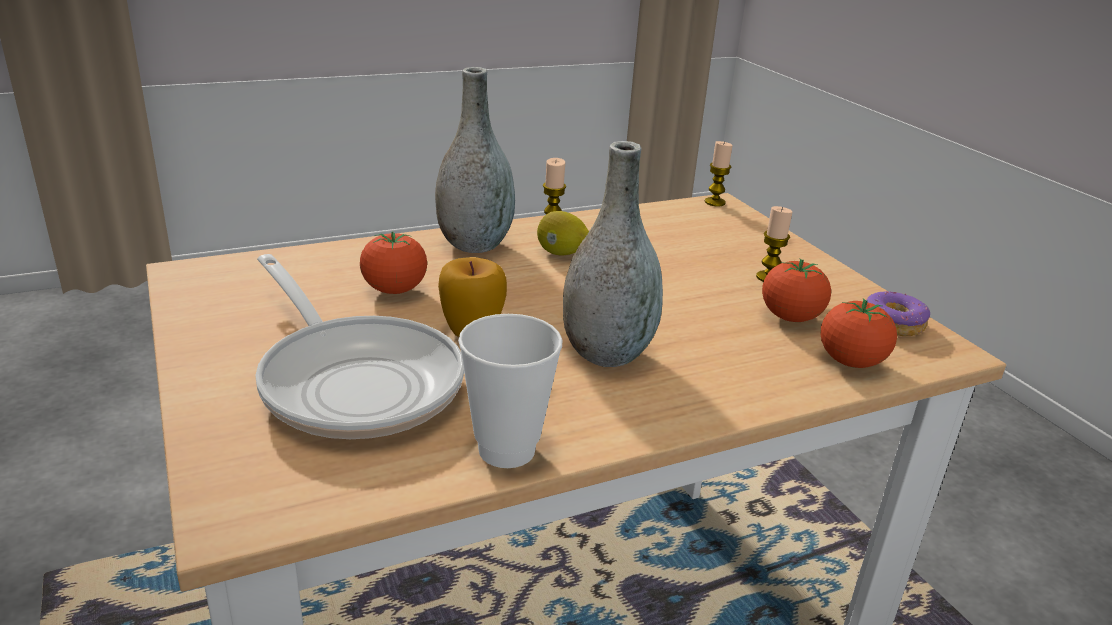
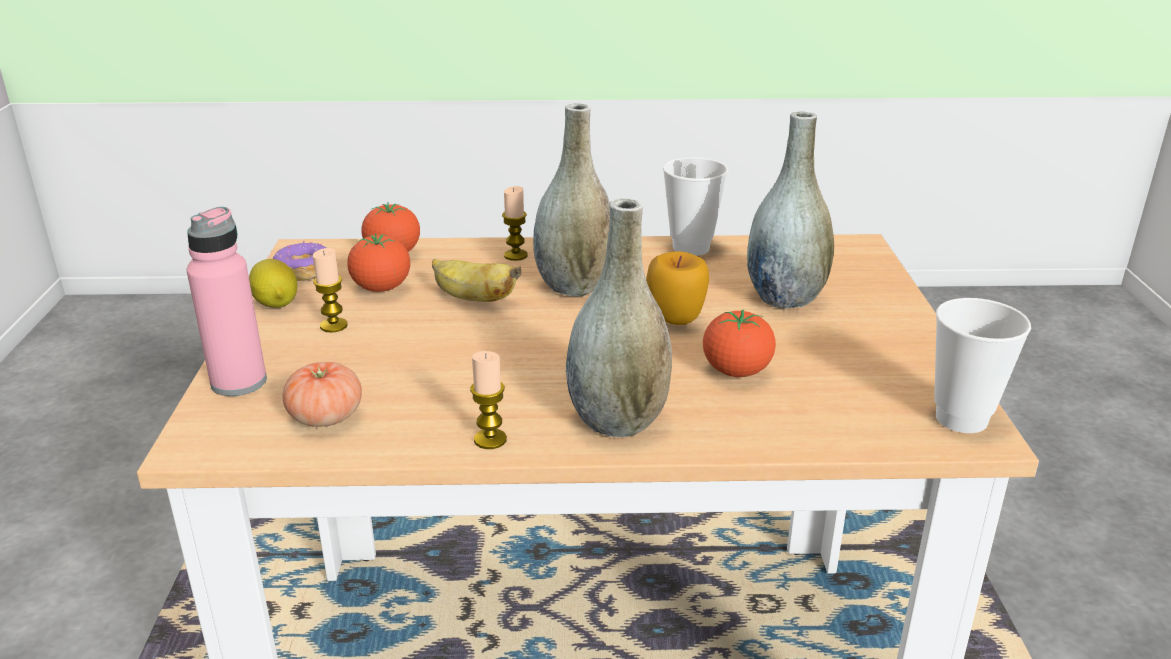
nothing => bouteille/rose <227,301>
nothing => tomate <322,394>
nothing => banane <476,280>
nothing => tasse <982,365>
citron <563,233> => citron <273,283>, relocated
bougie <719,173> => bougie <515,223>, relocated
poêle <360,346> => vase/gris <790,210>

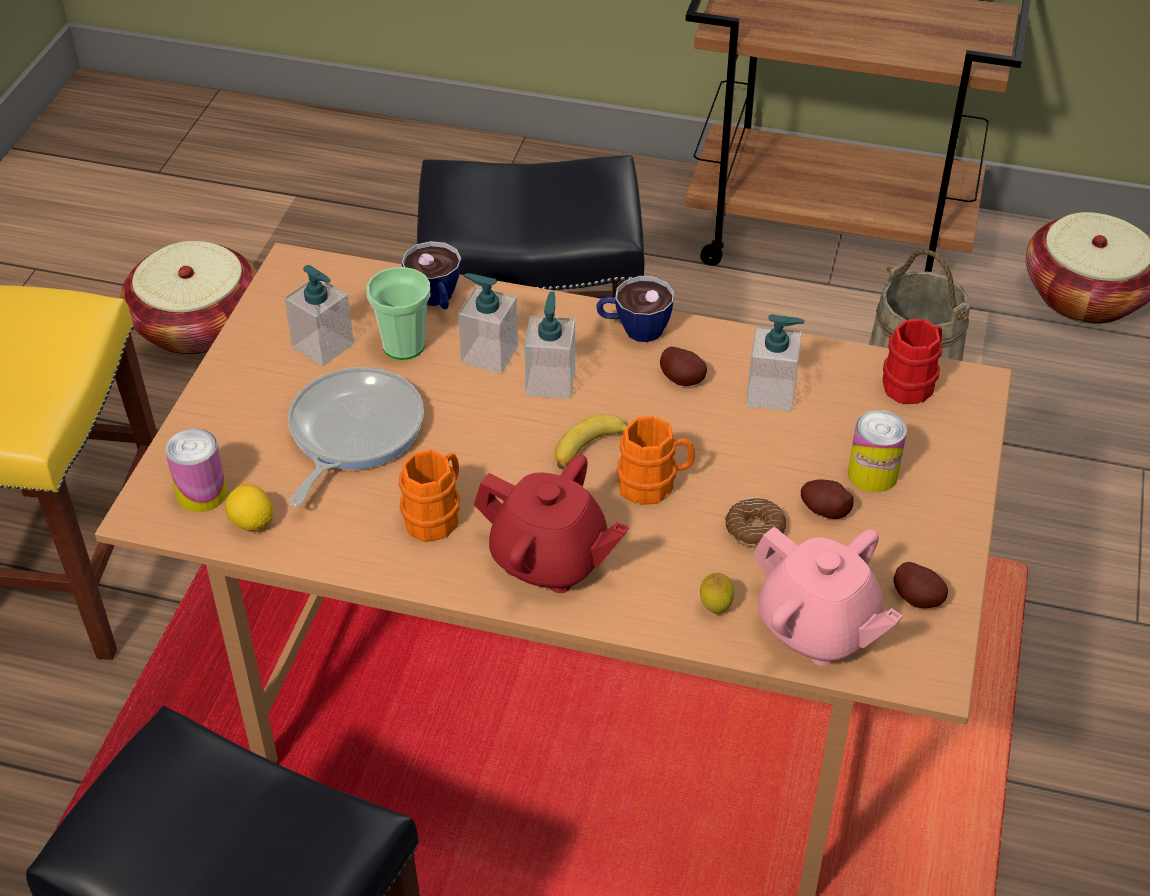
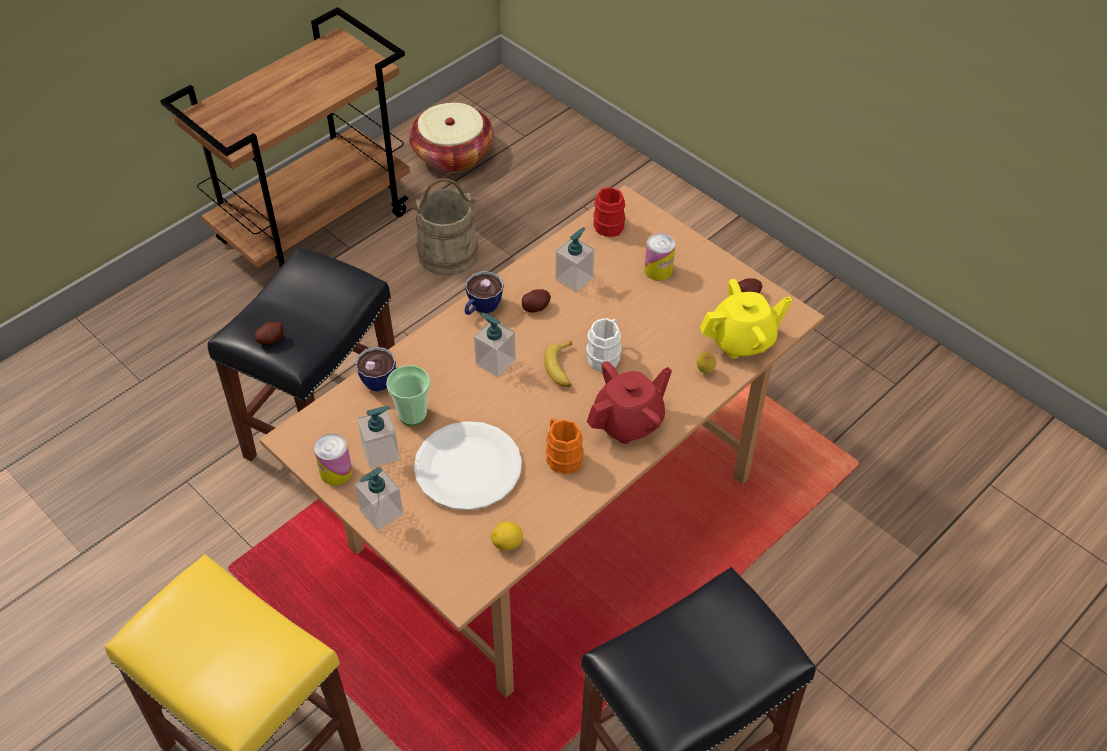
panier <188,298> => nothing
beignet <755,522> => nothing
boîte métallique <196,470> => boîte métallique <333,459>, relocated
distributeur de savon <488,323> => distributeur de savon <379,499>, relocated
pomme de terre <827,499> => pomme de terre <269,333>, relocated
poêle <356,436> => assiette/blanc <468,465>
mug/orange <656,460> => mug/blanc <604,345>
théière/rose <828,596> => théière/jaune <746,319>

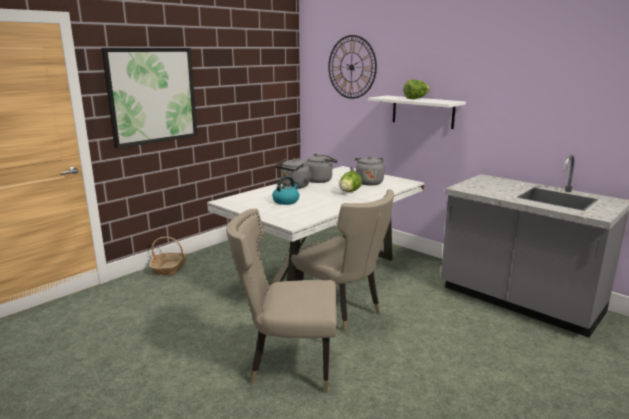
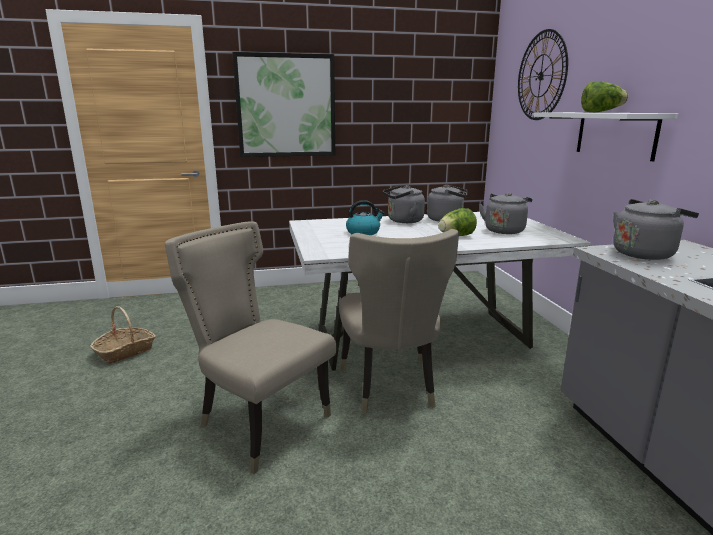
nothing => bouilloire/gris <656,229>
panier <168,256> => panier <123,335>, relocated

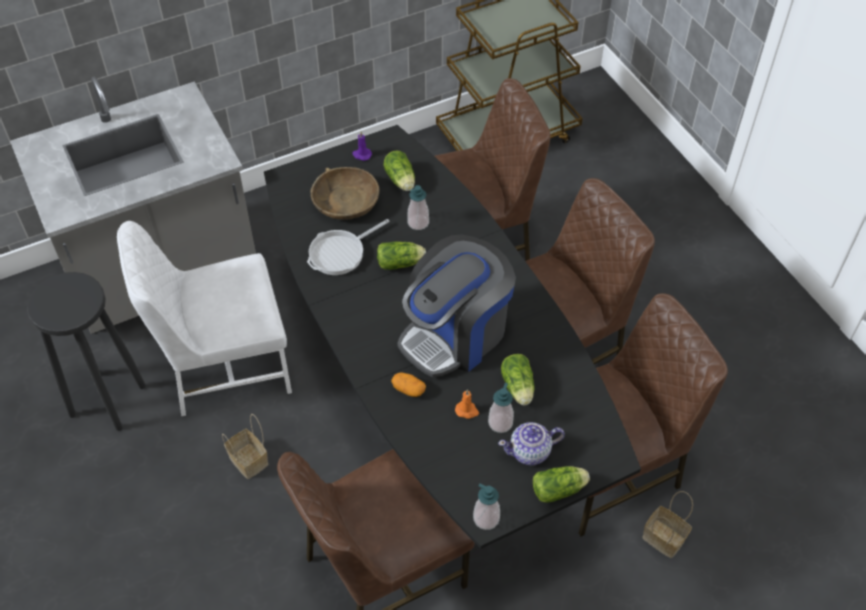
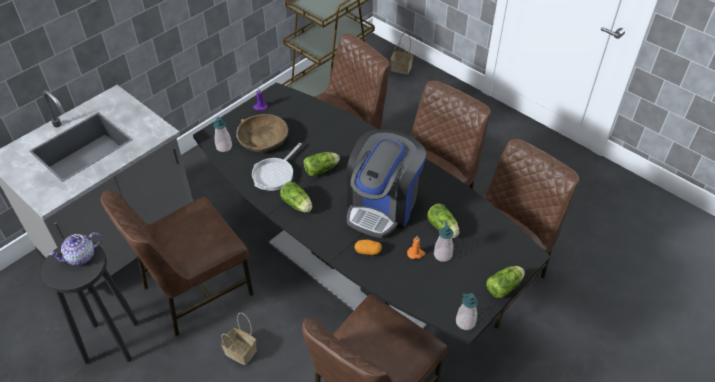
laitue <399,170> => laitue <296,197>, relocated
distributeur de savon <418,207> => distributeur de savon <222,134>, relocated
théière <531,443> => théière <75,249>, relocated
panier <667,524> => panier <401,53>, relocated
chaise/blanc <204,319> => chaise/marron <177,263>

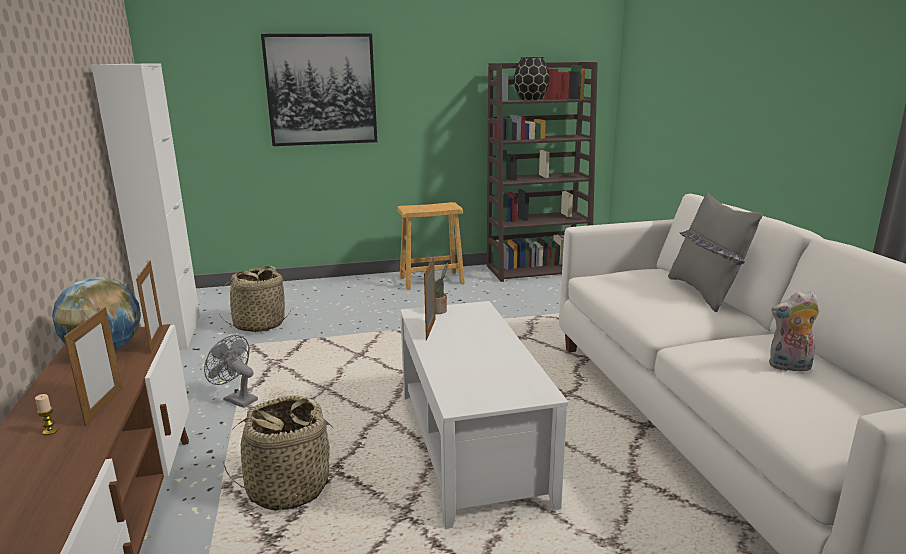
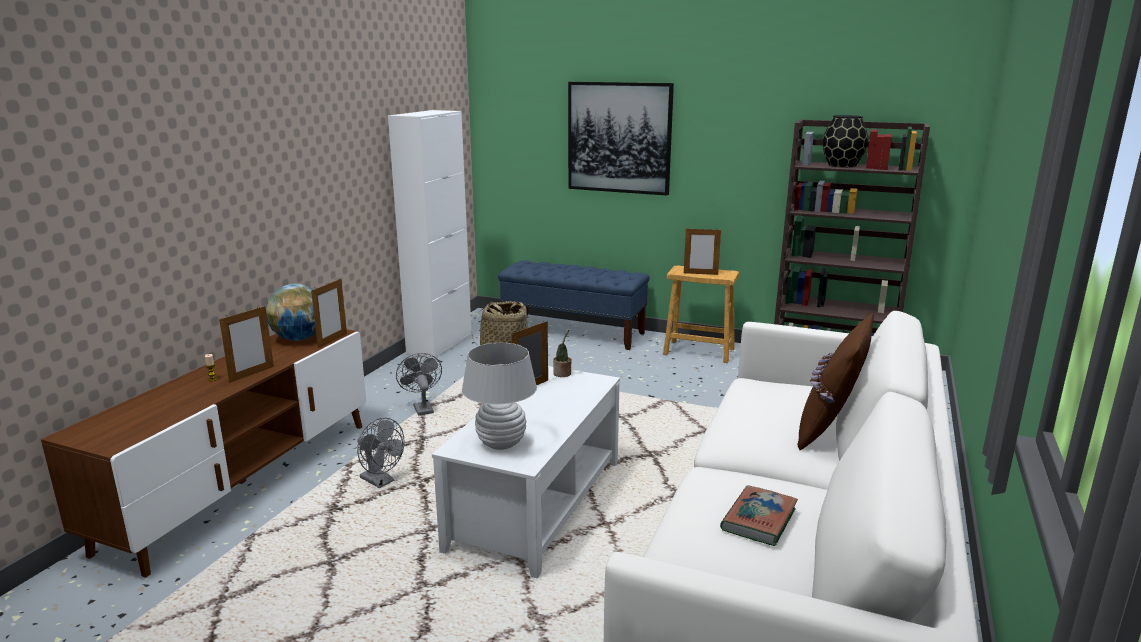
nothing => lampe de table/blanc <499,396>
nothing => banc/bleu <573,305>
nothing => cadre photo <702,251>
panier <282,453> => ventilateur/gris <380,453>
peluche <794,331> => livre <759,515>
coussin/gris <715,252> => coussin/marron <836,381>

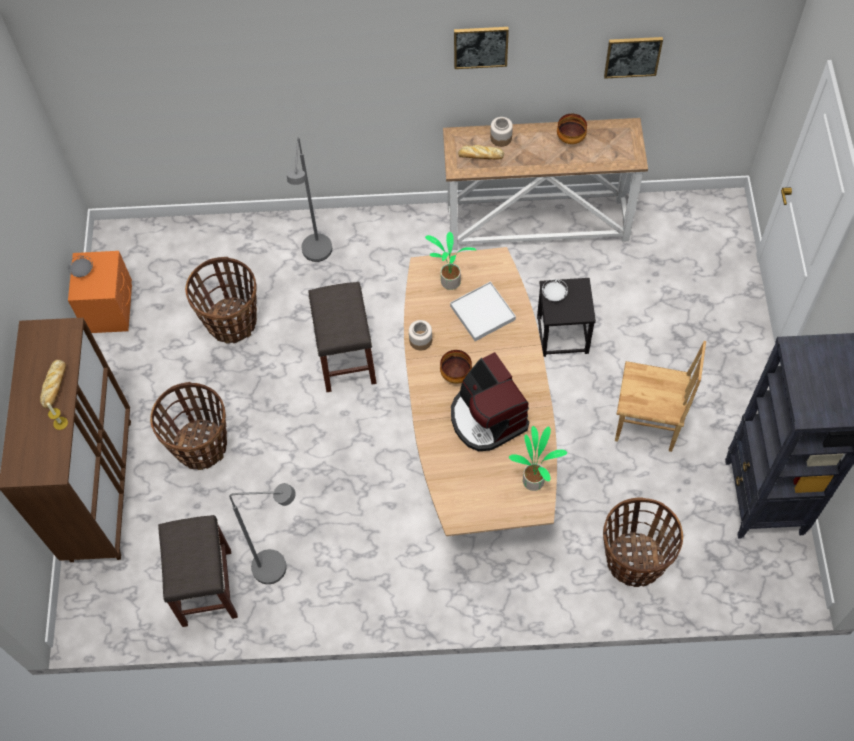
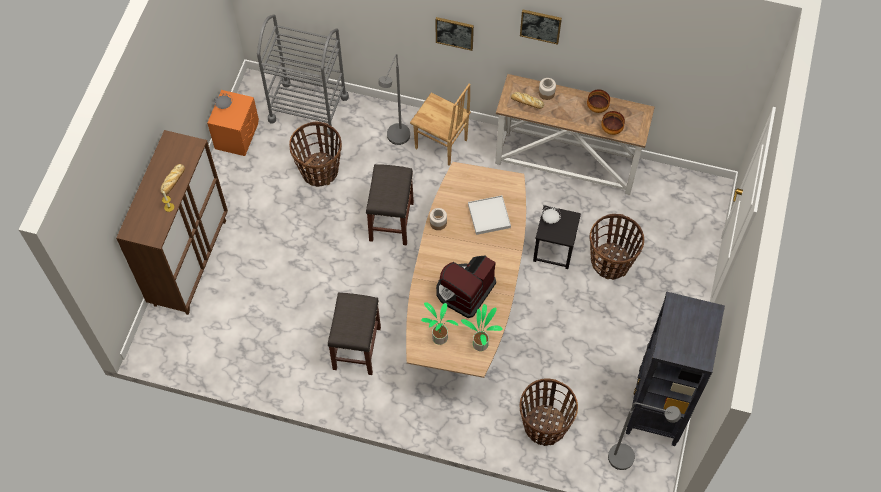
nothing => chariot/gris <303,75>
panier <188,426> => panier <616,247>, relocated
tabouret/gris <198,571> => tabouret/gris <354,333>, relocated
lampadaire/gris <262,533> => lampadaire/gris <644,436>, relocated
plante en pot <450,261> => plante en pot <439,323>, relocated
bol <456,366> => bol <613,123>, relocated
tableau <633,58> => tableau <455,34>, relocated
chaise/marron <660,396> => chaise/marron <440,124>, relocated
machine à café <490,401> => machine à café <466,287>, 45 degrees clockwise

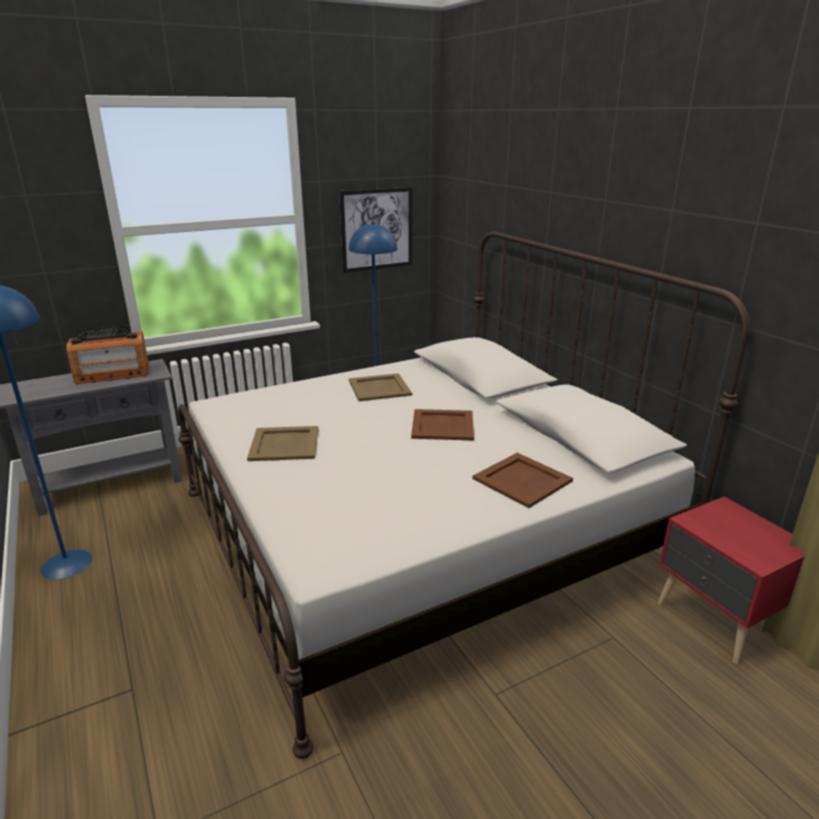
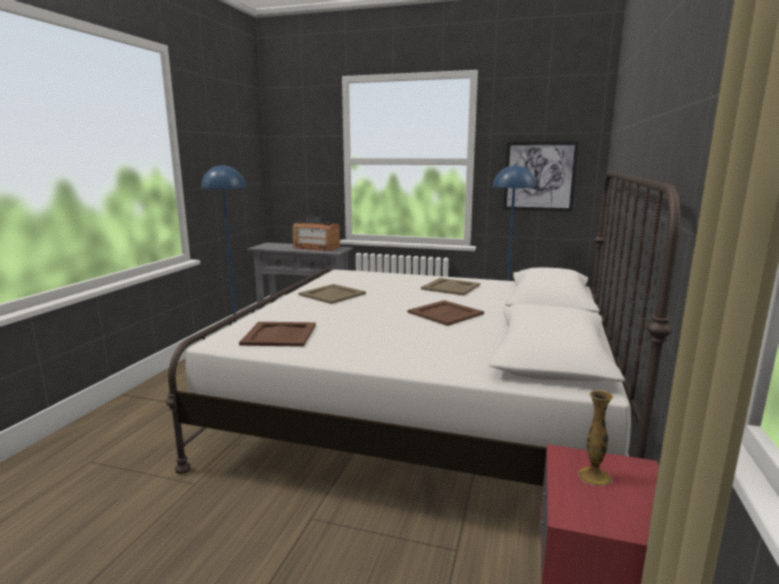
nothing => vase <595,438>
plateau/marron <522,480> => plateau/marron <277,334>, relocated

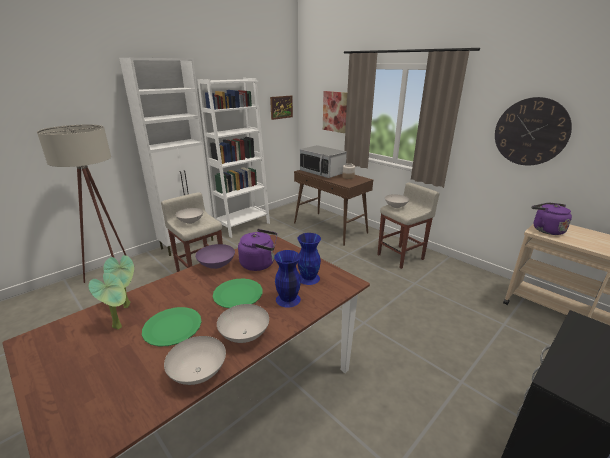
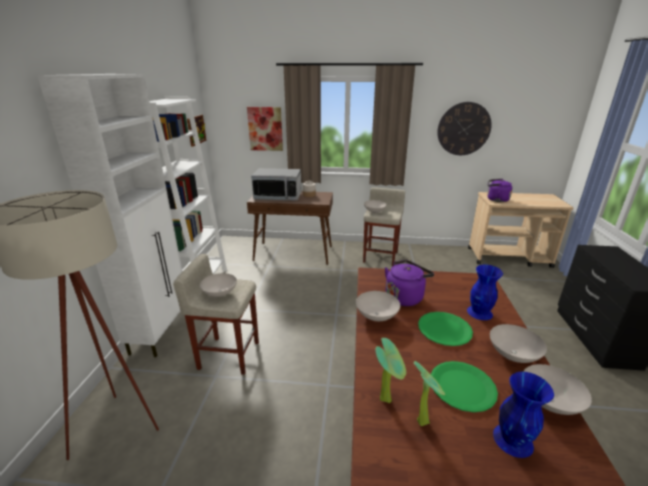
vase/bleu <309,259> => vase/bleu <523,415>, relocated
bol/violet <215,256> => bol/blanc <378,306>

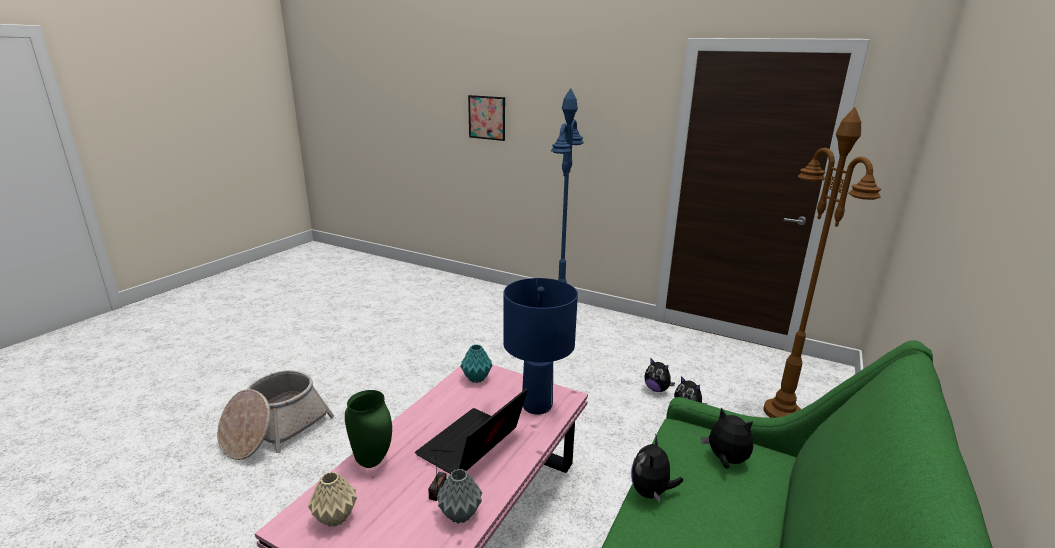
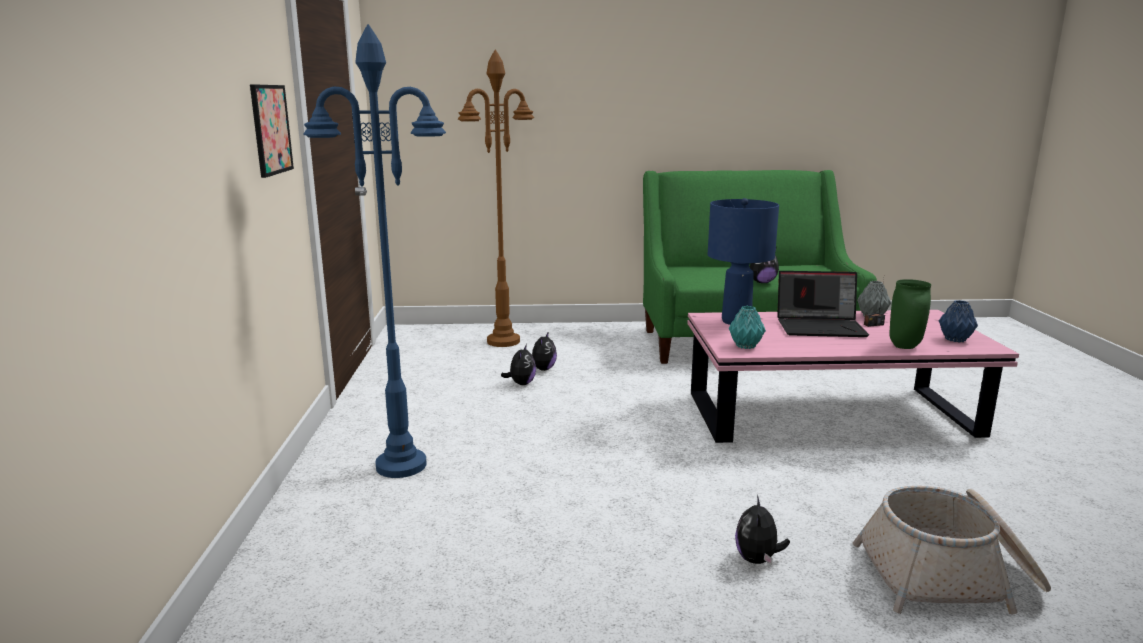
tableau <486,118> => tableau <272,131>, relocated
peluche <727,437> => peluche <762,530>, relocated
vase/beige <332,499> => vase/bleu <958,321>

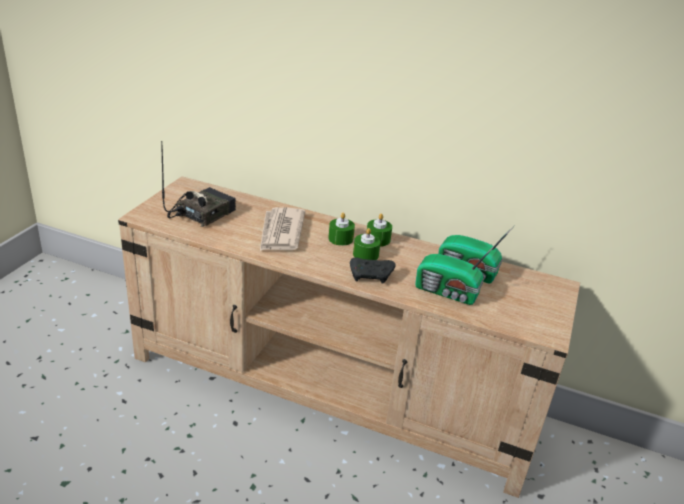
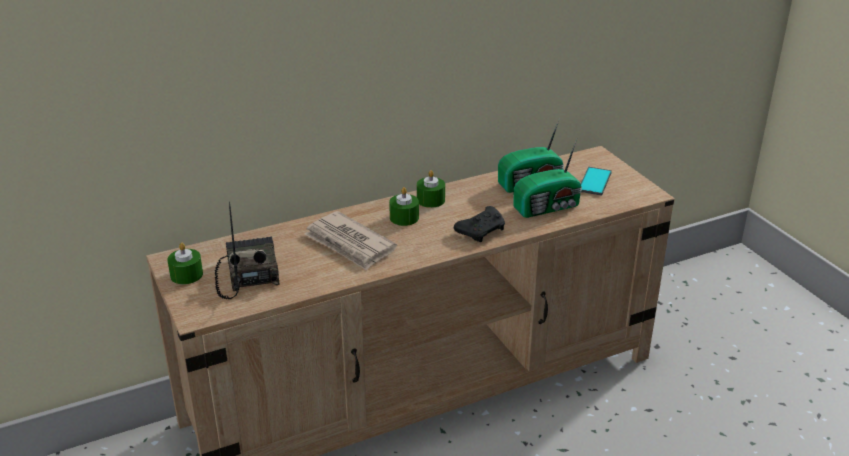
nothing => téléphone <596,181>
bougie/vert <367,244> => bougie/vert <185,264>, relocated

